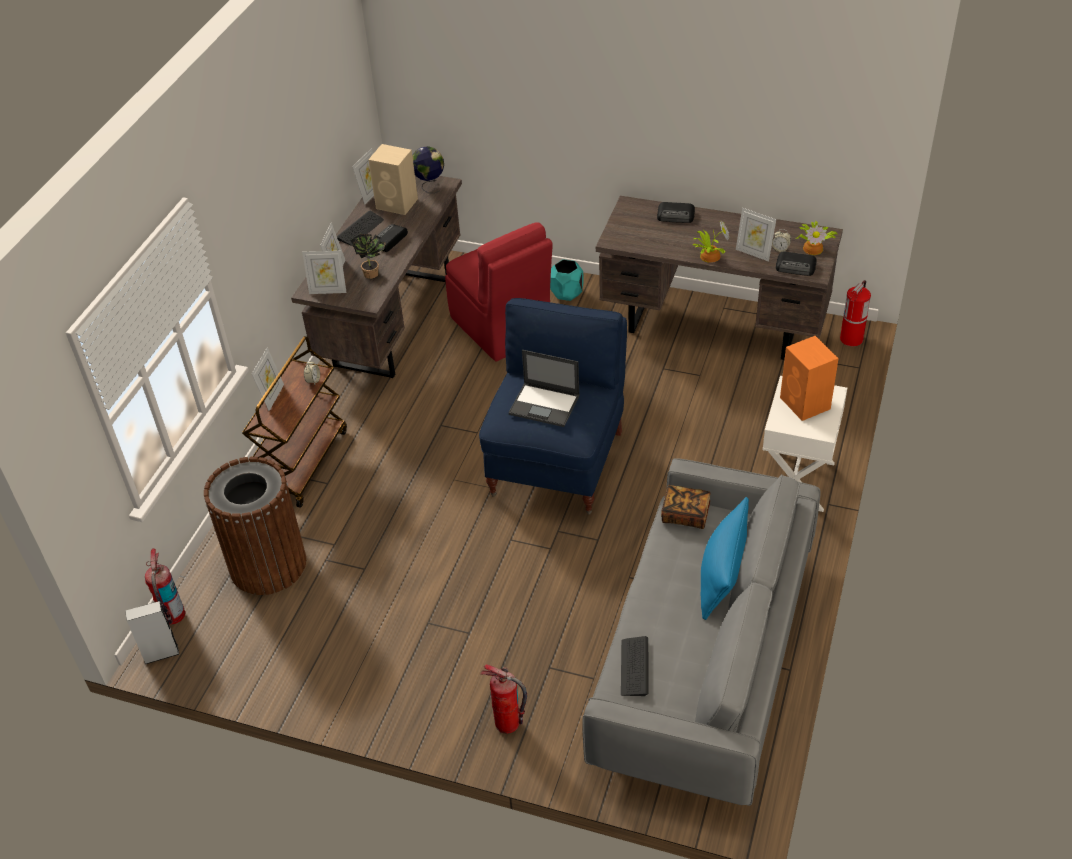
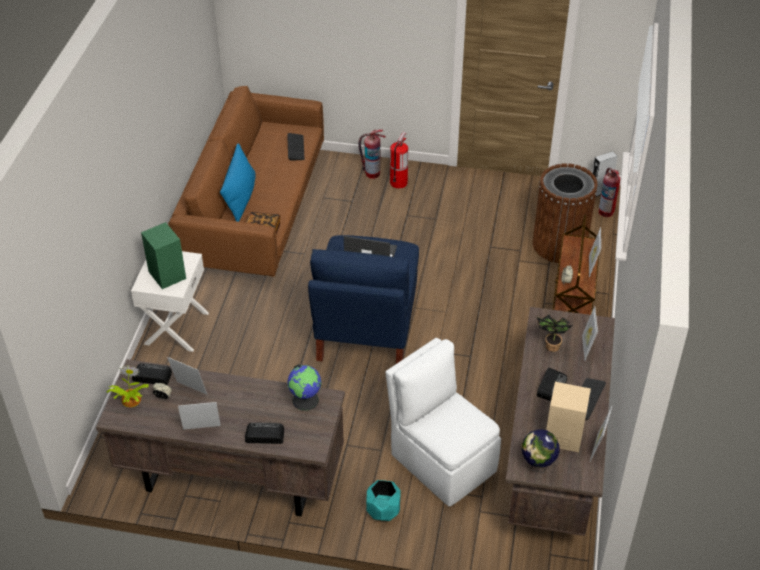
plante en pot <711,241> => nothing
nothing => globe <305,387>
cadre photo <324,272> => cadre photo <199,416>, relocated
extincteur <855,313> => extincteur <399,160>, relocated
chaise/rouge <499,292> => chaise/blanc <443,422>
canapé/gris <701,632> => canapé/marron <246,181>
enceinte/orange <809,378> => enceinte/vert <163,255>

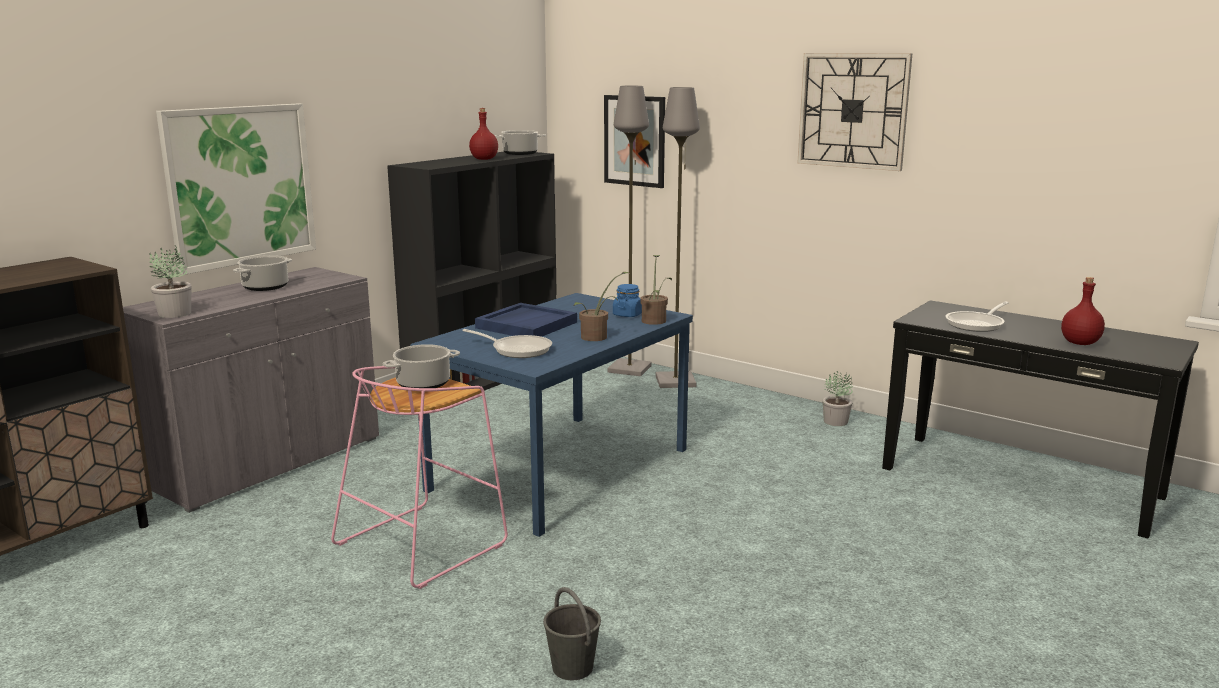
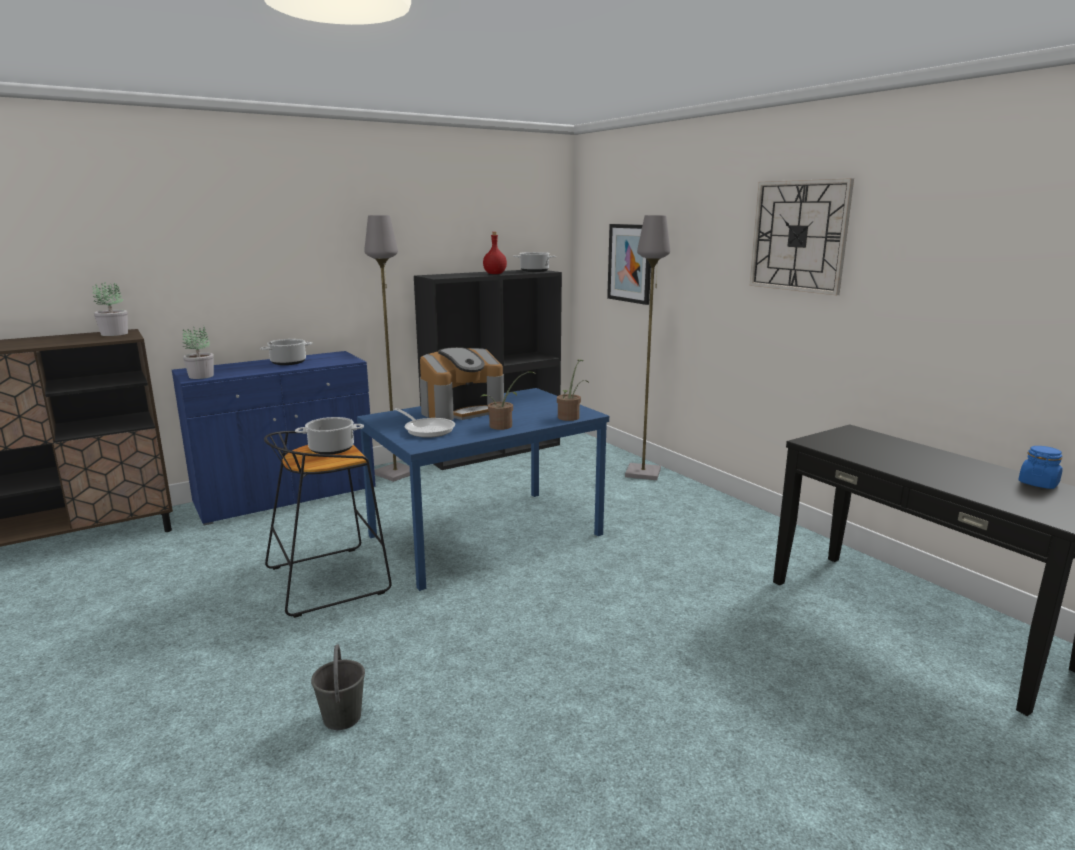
tableau <236,189> => nothing
poêle <977,317> => nothing
bouteille/rouge <1083,311> => nothing
lampadaire/gris <630,231> => lampadaire/gris <387,348>, relocated
bocal/bleu <627,300> => bocal/bleu <1040,467>, relocated
plante en pot <837,398> => plante en pot <110,309>, relocated
plateau/bleu <526,320> => machine à café <462,383>
meuble de rangement/gris <251,390> => meuble de rangement/bleu <274,438>
tabouret/rose <419,477> => tabouret/noir <328,524>

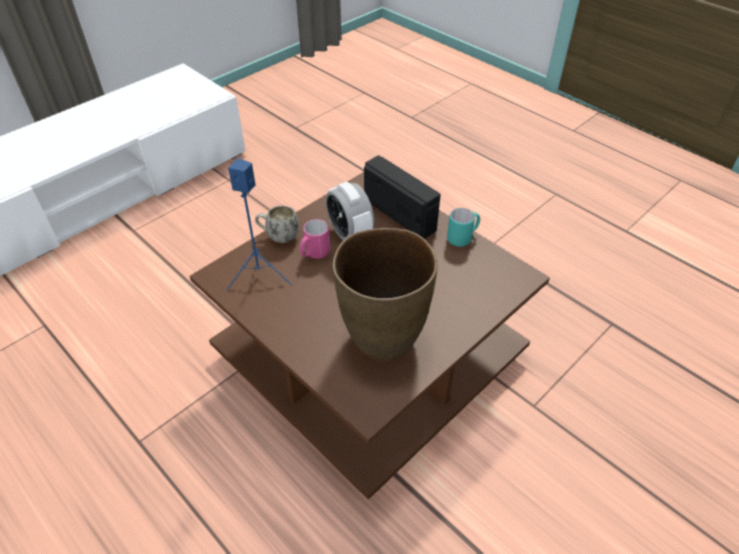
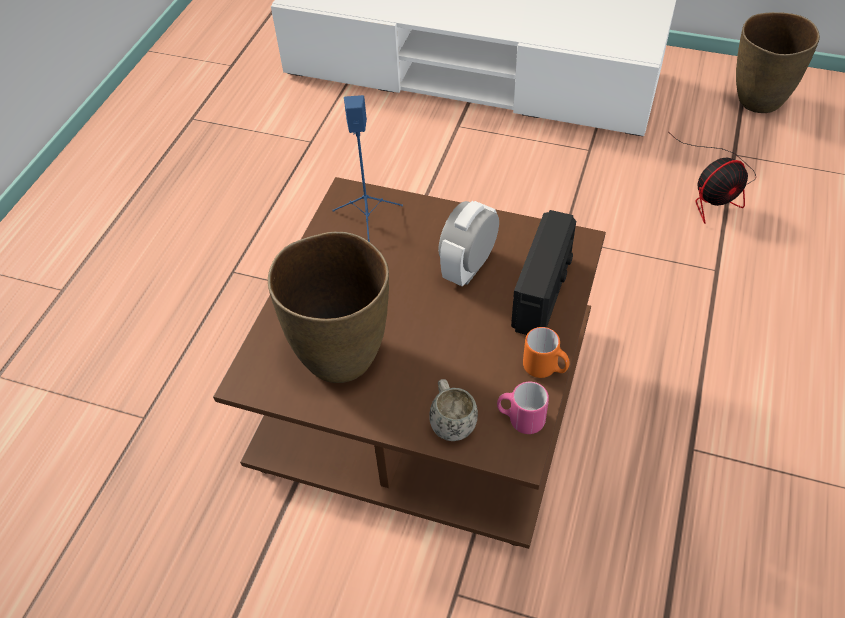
nothing => ventilateur <713,178>
nothing => vase/marron <778,62>
mug/blanc <277,224> => mug/blanc <453,410>, relocated
mug/rose <315,239> => mug/rose <523,408>, relocated
mug/turquoise <463,227> => mug/orange <546,352>

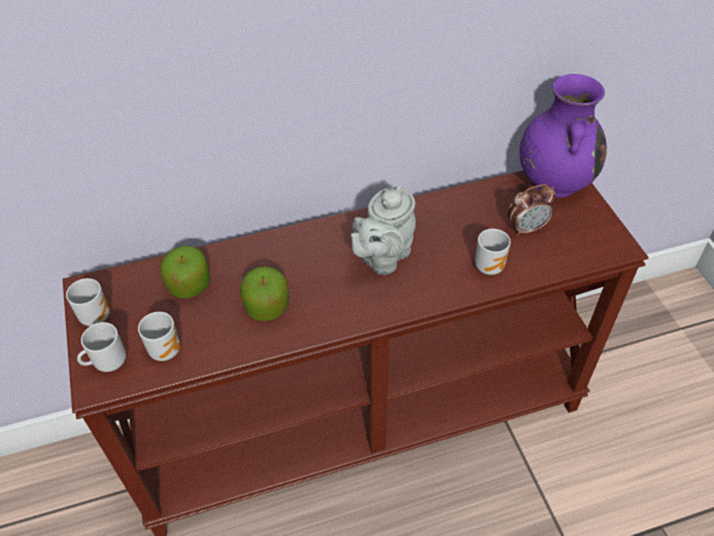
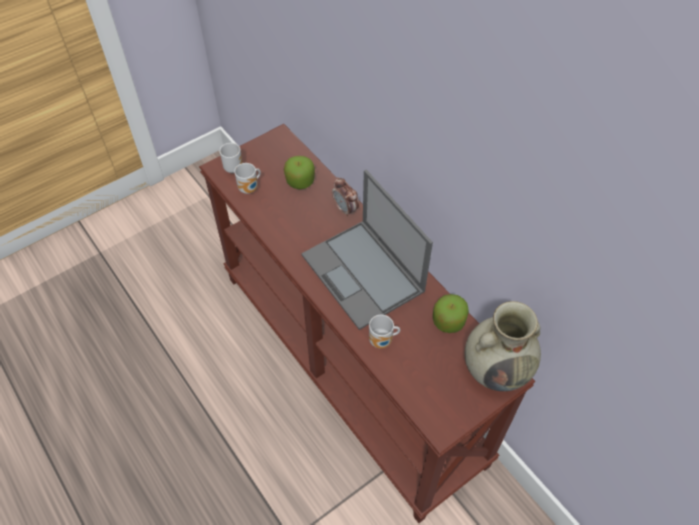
mug <88,302> => nothing
pomme <264,293> => pomme <451,313>, relocated
réveil <532,210> => réveil <345,197>, relocated
théière/gris <383,230> => ordinateur portable <367,250>
vase/violet <563,136> => vase/beige <503,346>

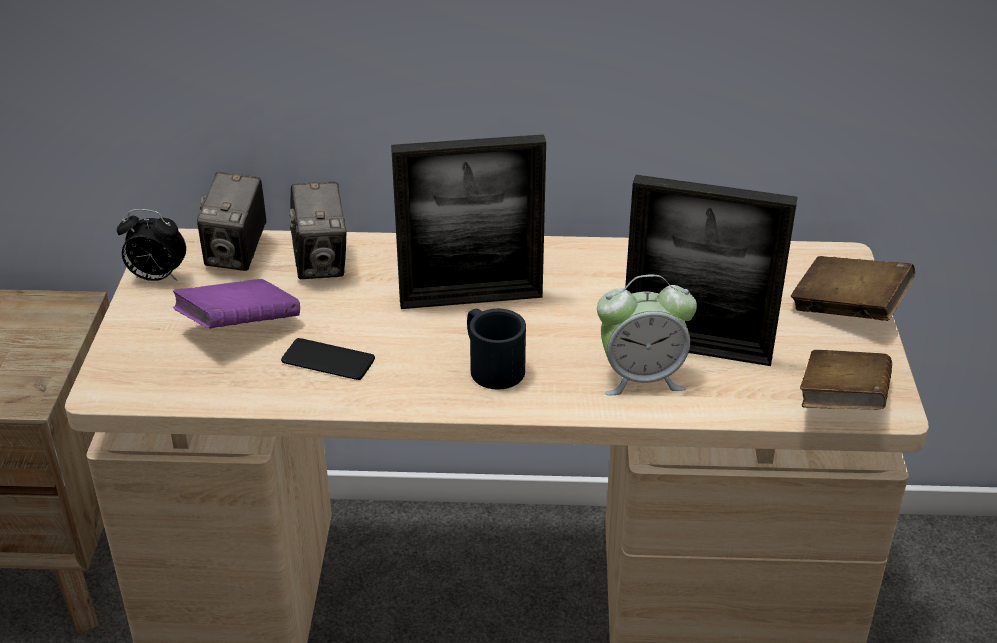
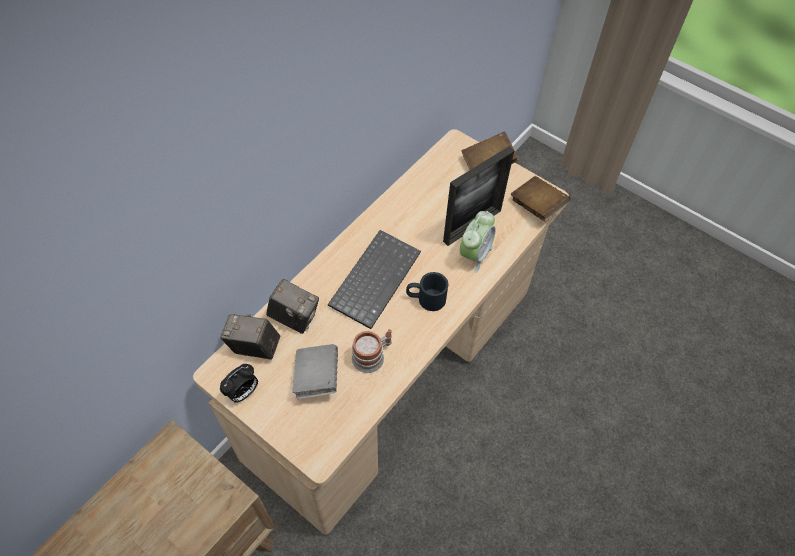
téléphone <328,359> => mug <372,351>
cadre photo <468,221> => clavier <374,279>
livre/violet <236,303> => livre/gris <315,371>
appareil photo <231,221> => appareil photo <250,337>, 150 degrees clockwise

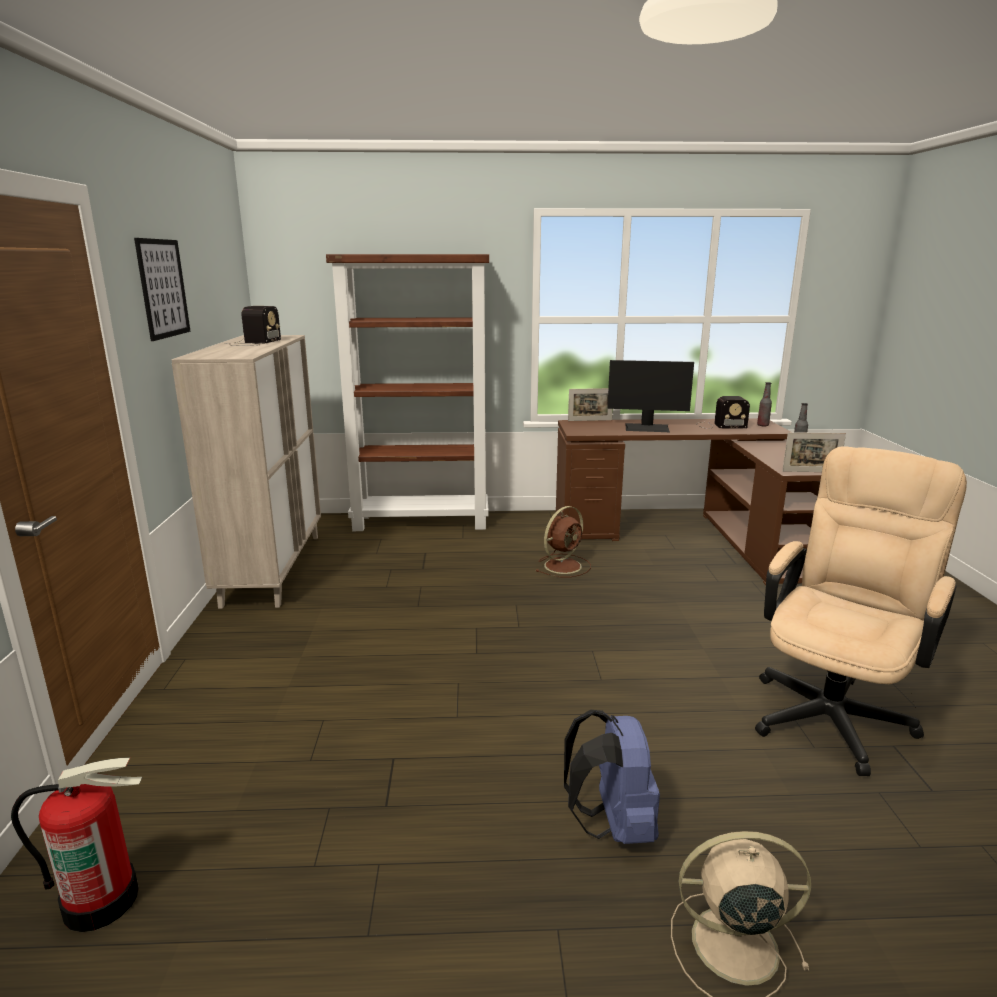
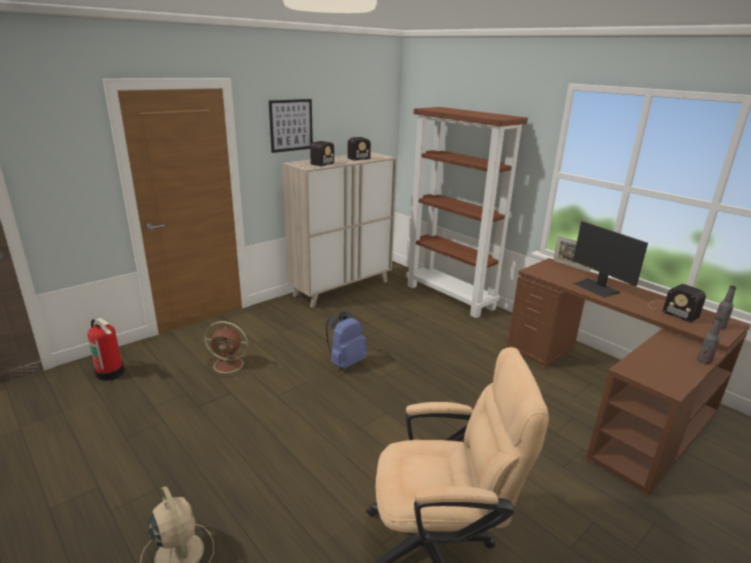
cadre photo <814,452> => nothing
nothing => radio <316,154>
ventilateur/marron <563,541> => ventilateur/marron <228,349>, relocated
sac à dos/bleu <612,777> => sac à dos/bleu <346,340>, relocated

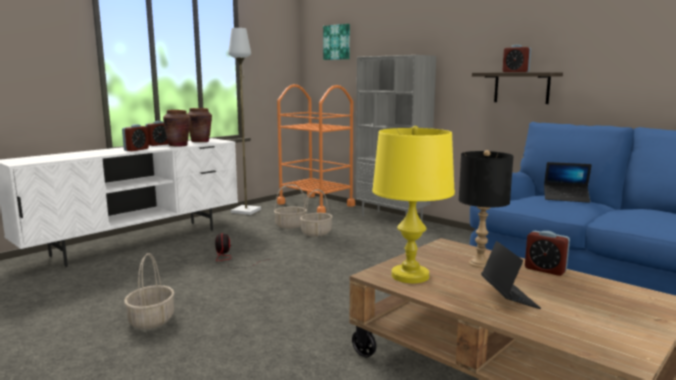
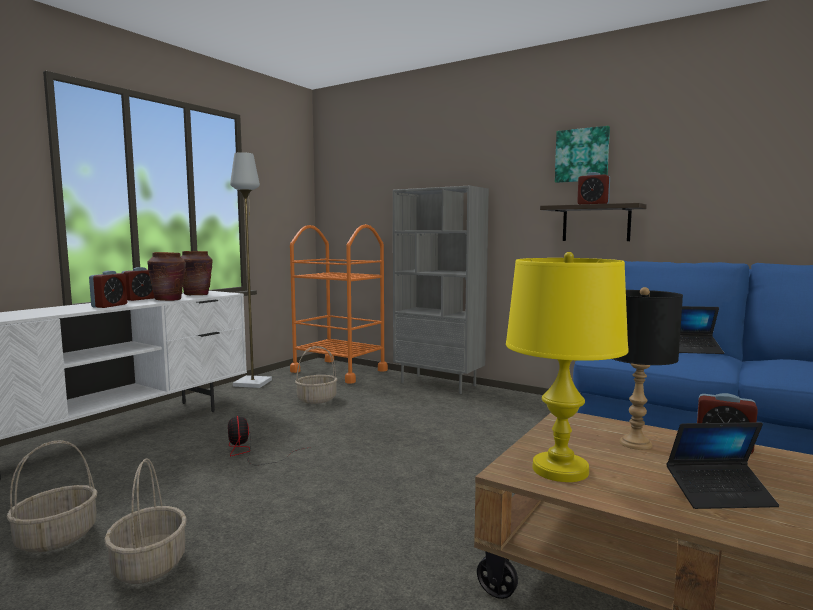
panier <316,213> => panier <52,496>, relocated
tableau <336,42> => tableau <582,154>, relocated
ordinateur portable <511,275> => ordinateur portable <722,465>, 105 degrees clockwise

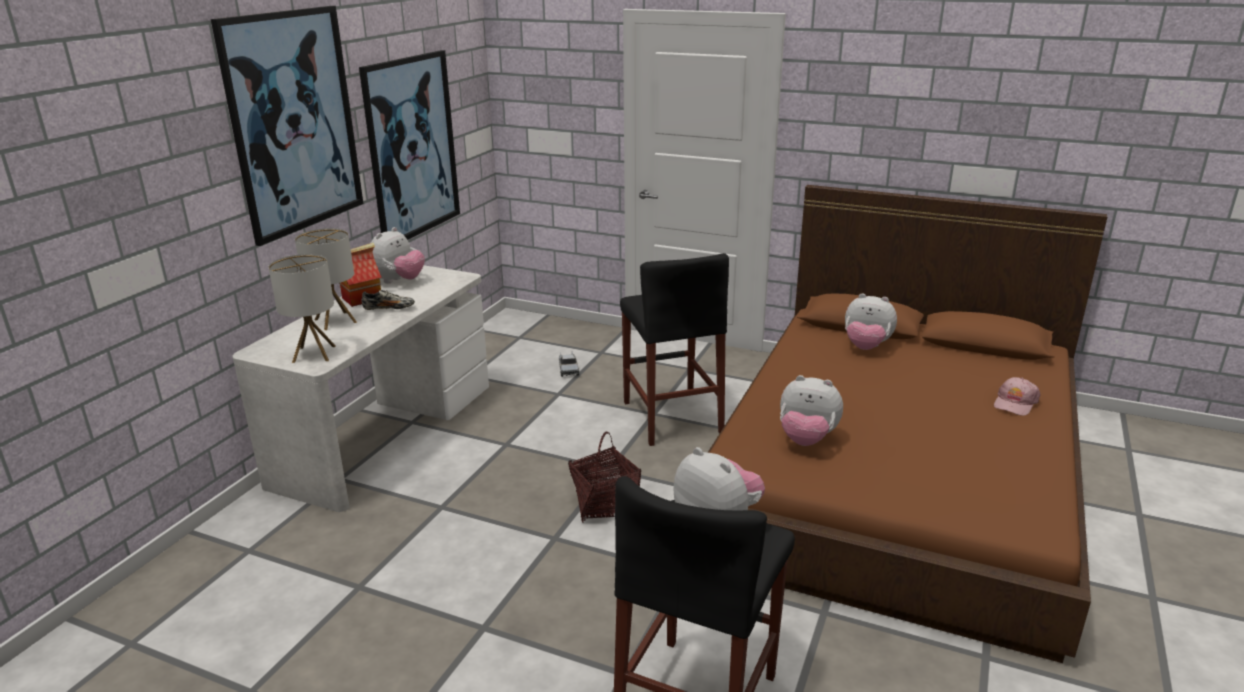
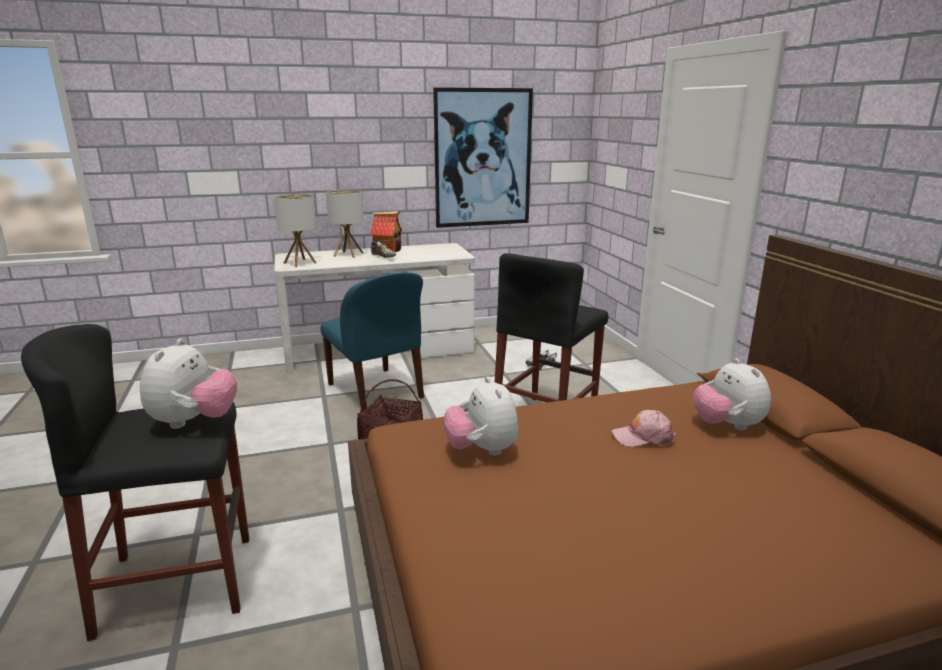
tableau <287,126> => nothing
peluche <398,255> => nothing
nothing => chaise/bleu <372,342>
casquette/rose <1017,396> => casquette/rose <644,428>, relocated

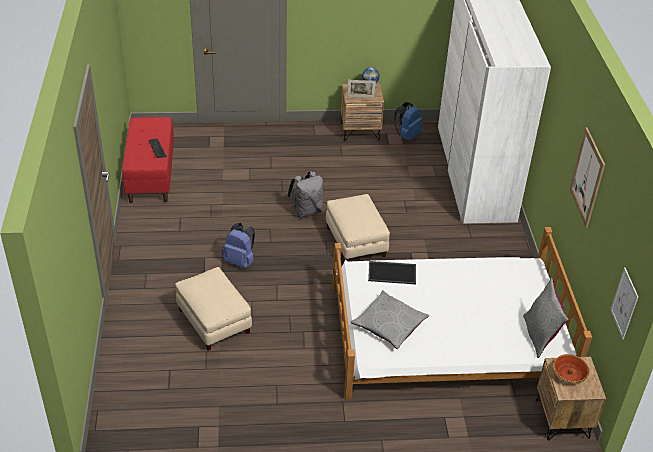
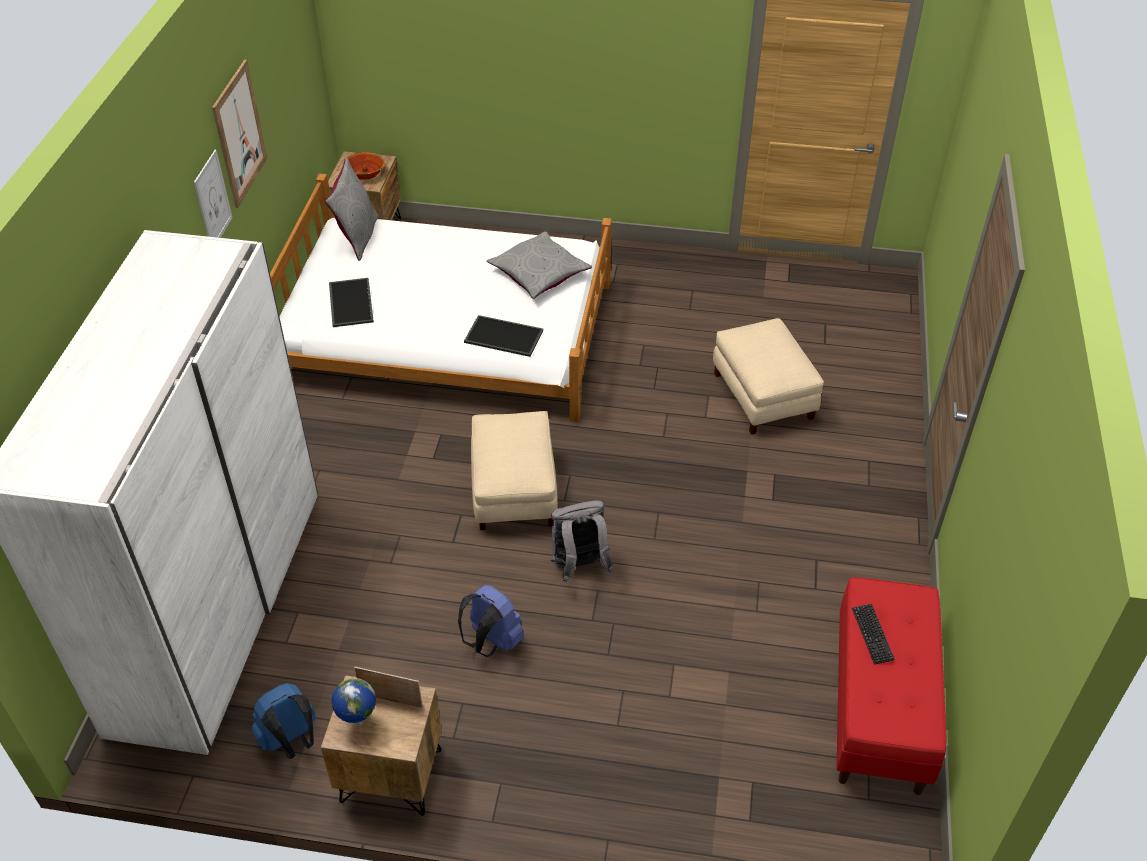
nothing => plateau <351,302>
sac à dos/bleu <238,245> => sac à dos/bleu <491,621>, relocated
tableau <624,303> => tableau <213,194>, relocated

